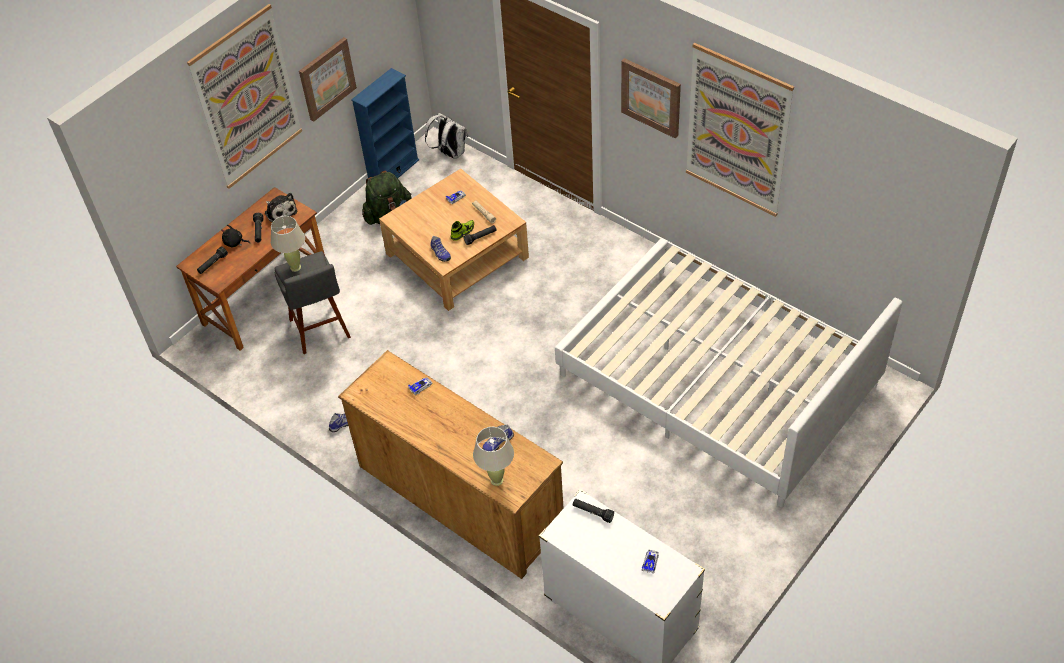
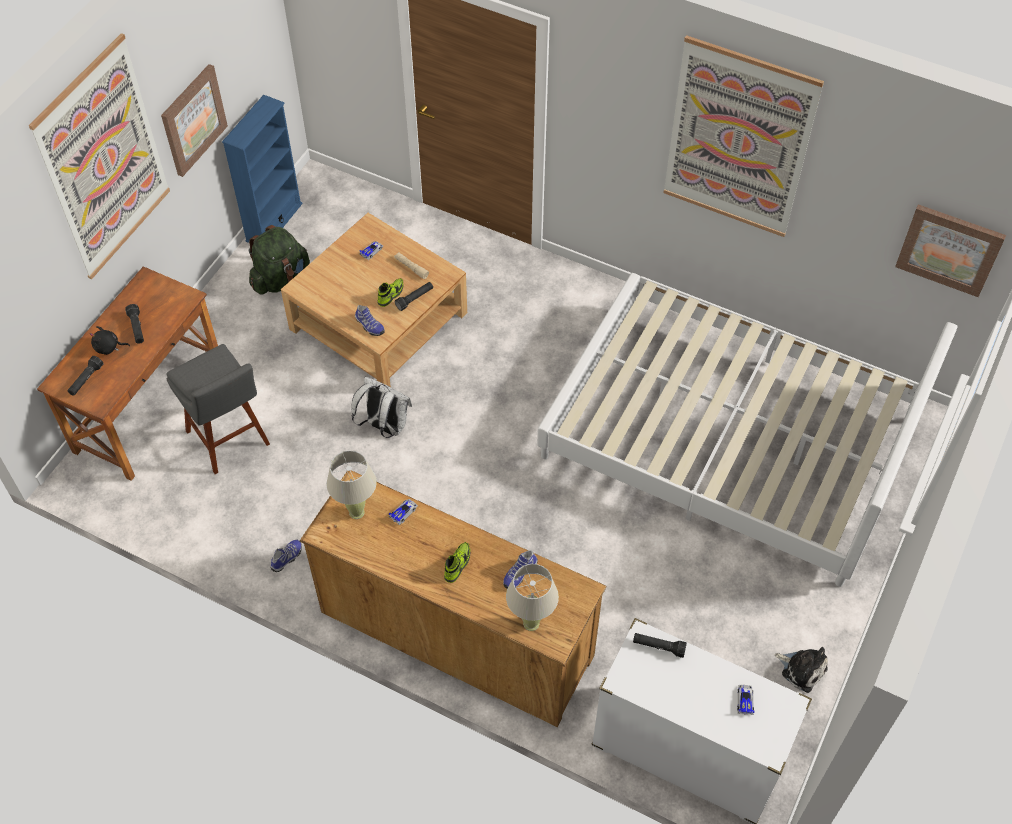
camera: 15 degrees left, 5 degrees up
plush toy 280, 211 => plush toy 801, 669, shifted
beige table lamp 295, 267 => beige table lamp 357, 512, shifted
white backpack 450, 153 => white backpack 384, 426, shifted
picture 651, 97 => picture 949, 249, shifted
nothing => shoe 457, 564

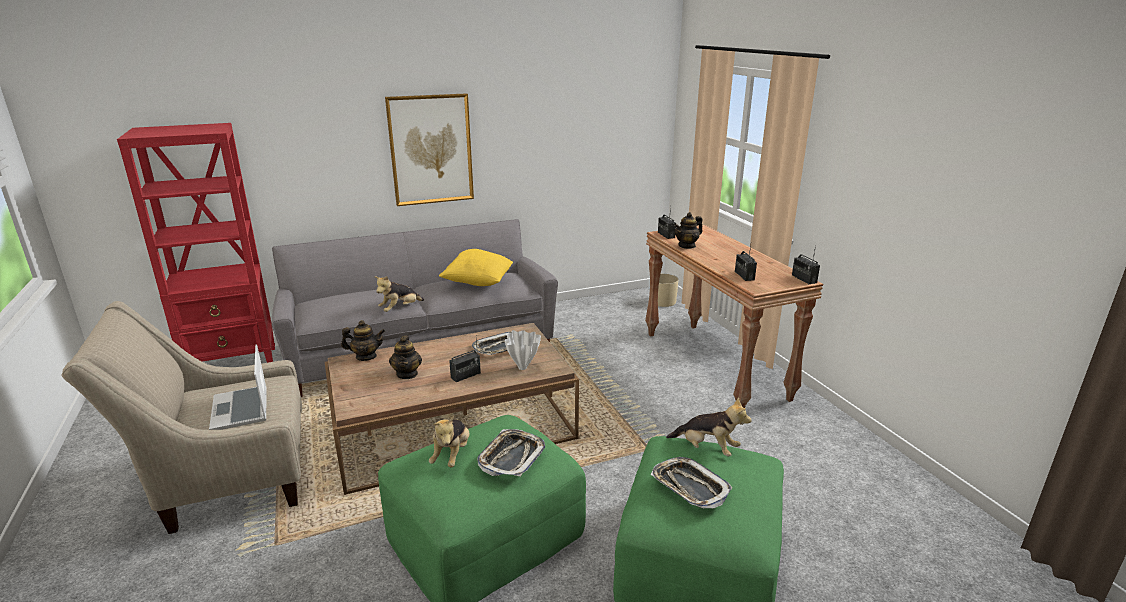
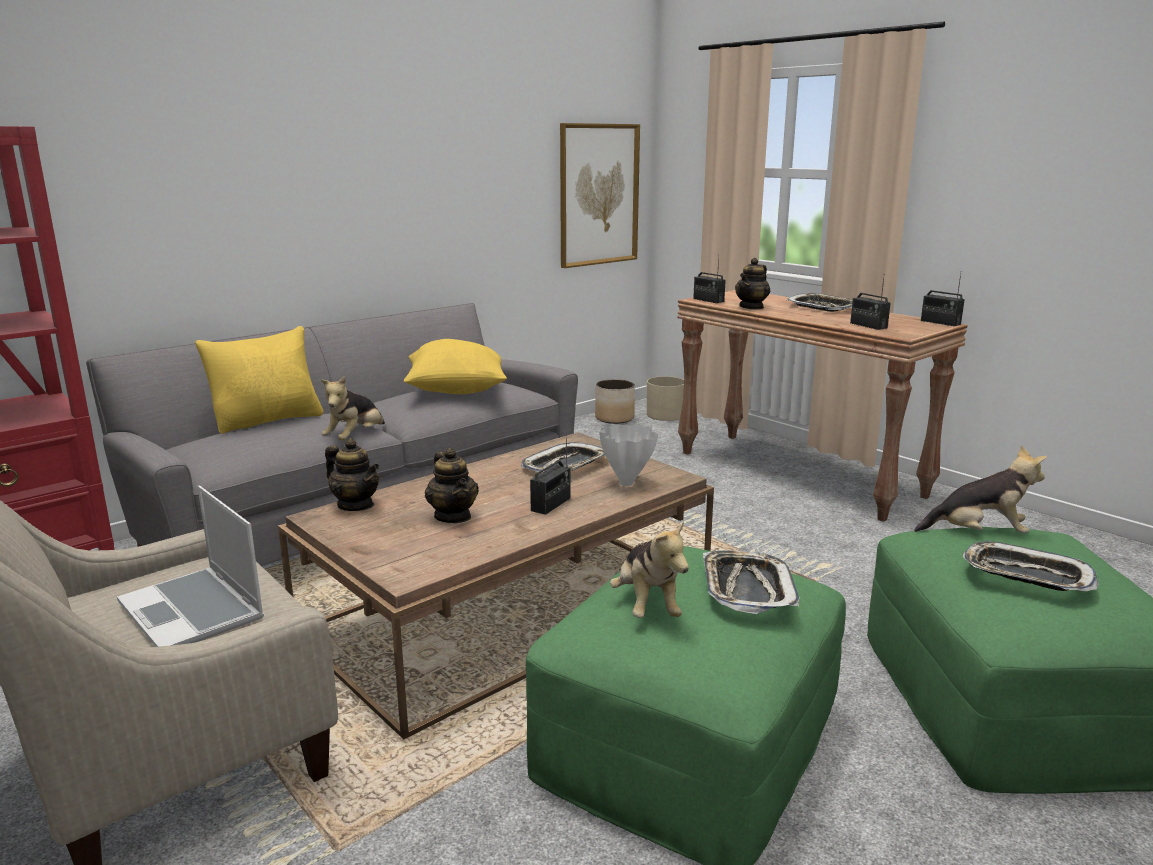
camera: 20 degrees left, 5 degrees down
teapot 366, 356 => teapot 356, 505, 60 degrees clockwise
picture 431, 149 => picture 598, 195, shifted
nothing => yellow pillow 268, 421
nothing => planter 615, 418
nothing => tray 822, 307

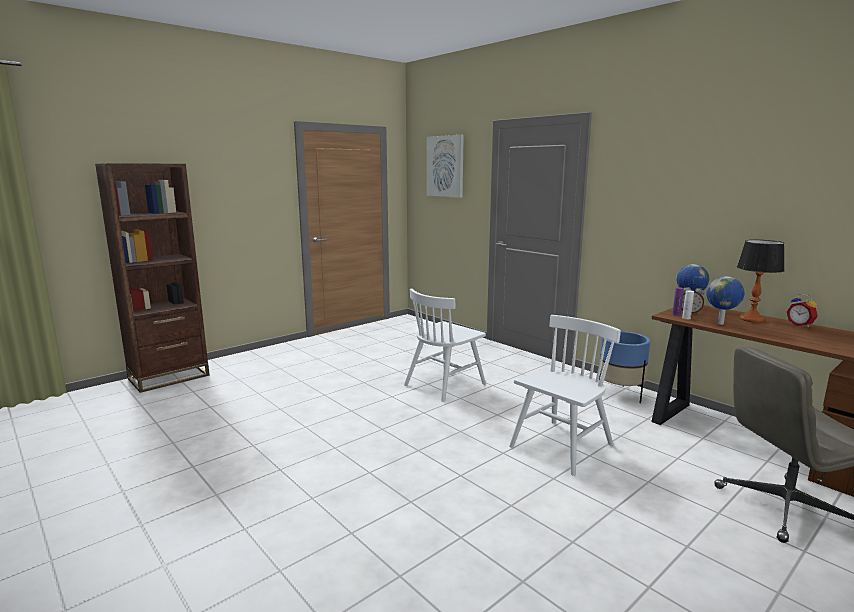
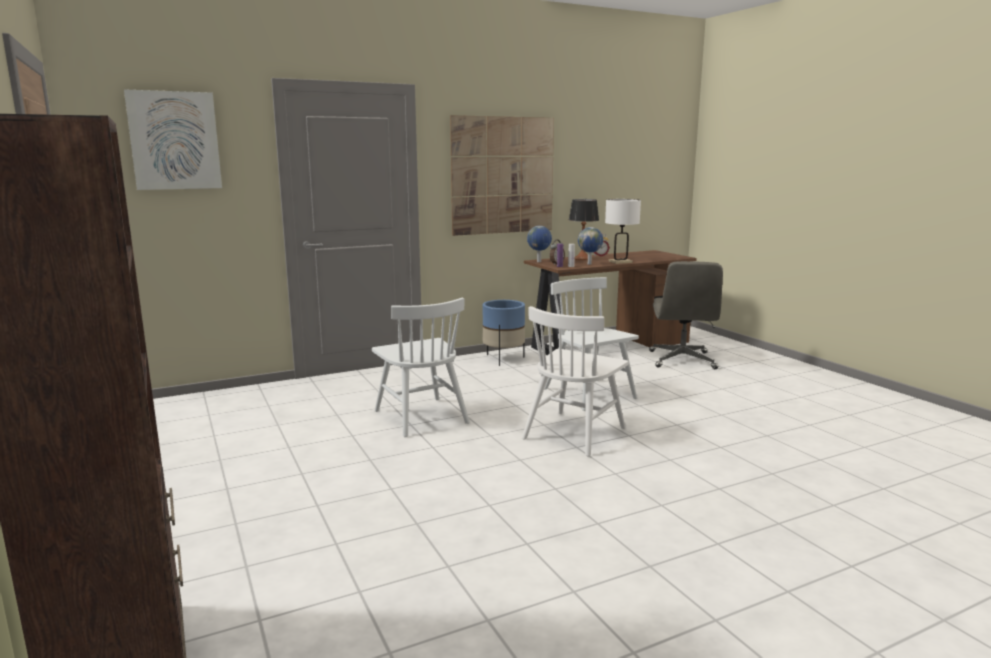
camera: 75 degrees left, 0 degrees up
nothing => picture 503, 175
nothing => white chair 574, 433
nothing => white table lamp 620, 262

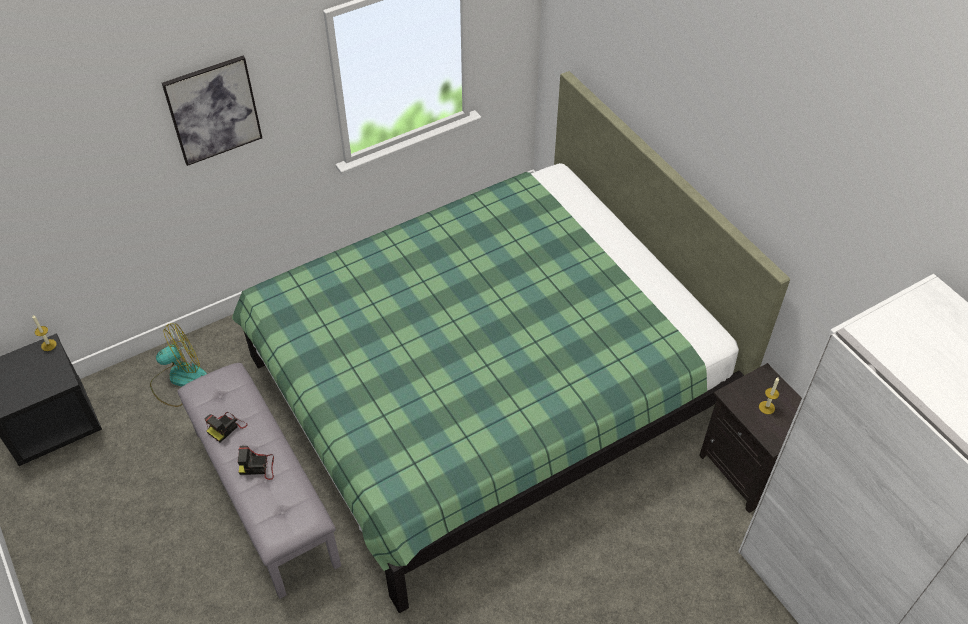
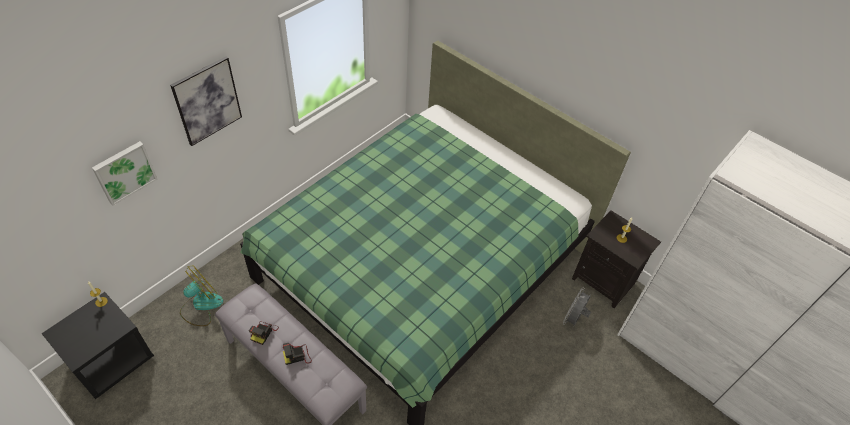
camera: 20 degrees left, 0 degrees up
nothing => picture 124, 172
nothing => grey fan 573, 319

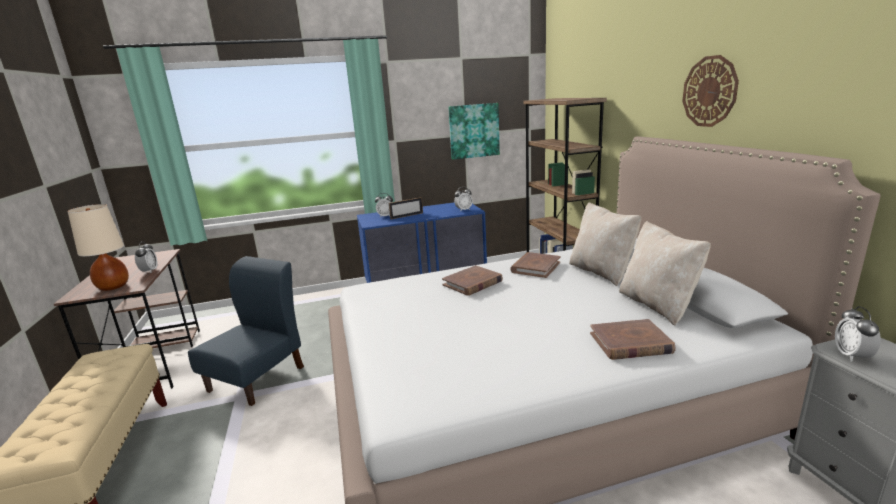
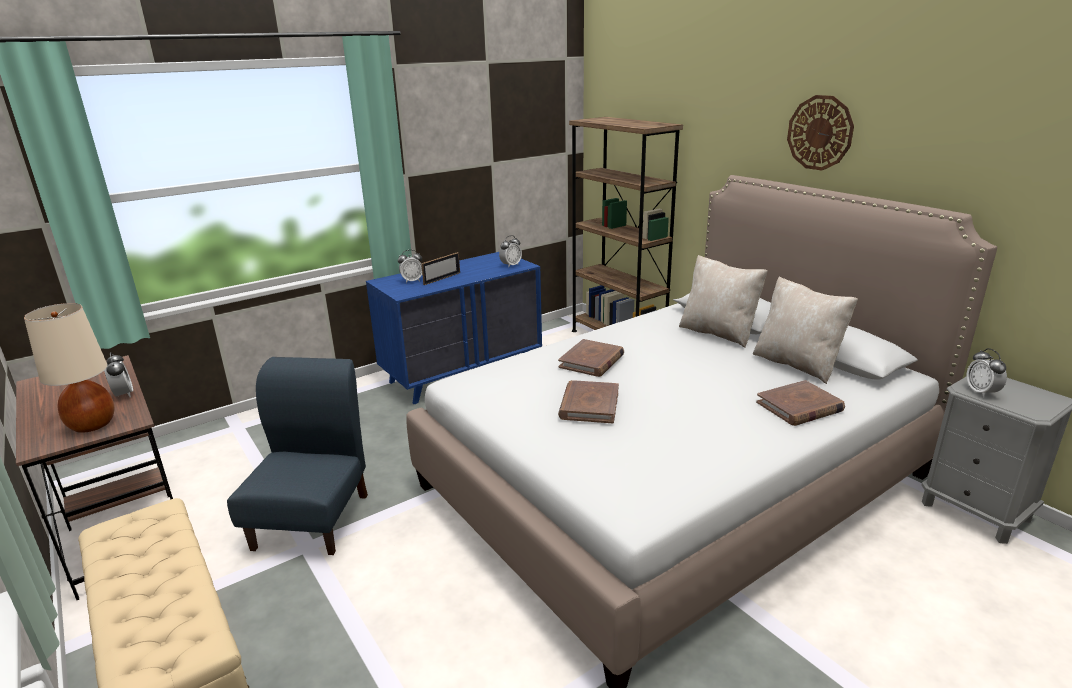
camera: 20 degrees left, 5 degrees up
picture 474, 131 => nothing
brown book 535, 267 => brown book 589, 405, shifted

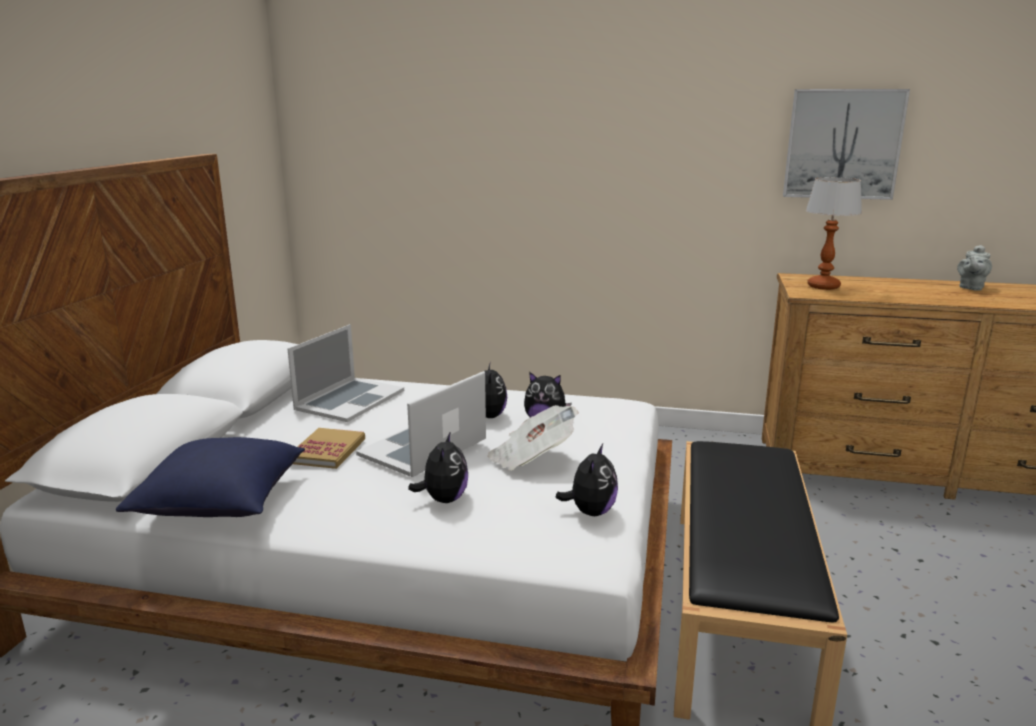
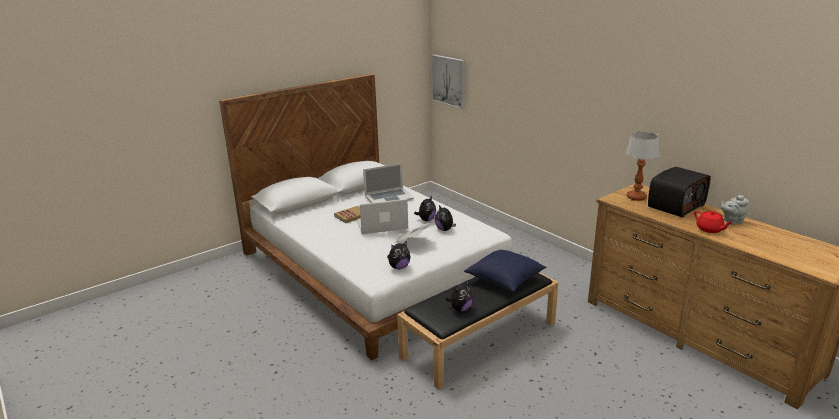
camera: 40 degrees right, 5 degrees up
blue pillow 222, 503 => blue pillow 505, 280, shifted
plush toy 443, 499 => plush toy 460, 309, shifted
picture 843, 144 => picture 448, 81, shifted
nothing => radio 675, 205
nothing => red teapot 709, 229

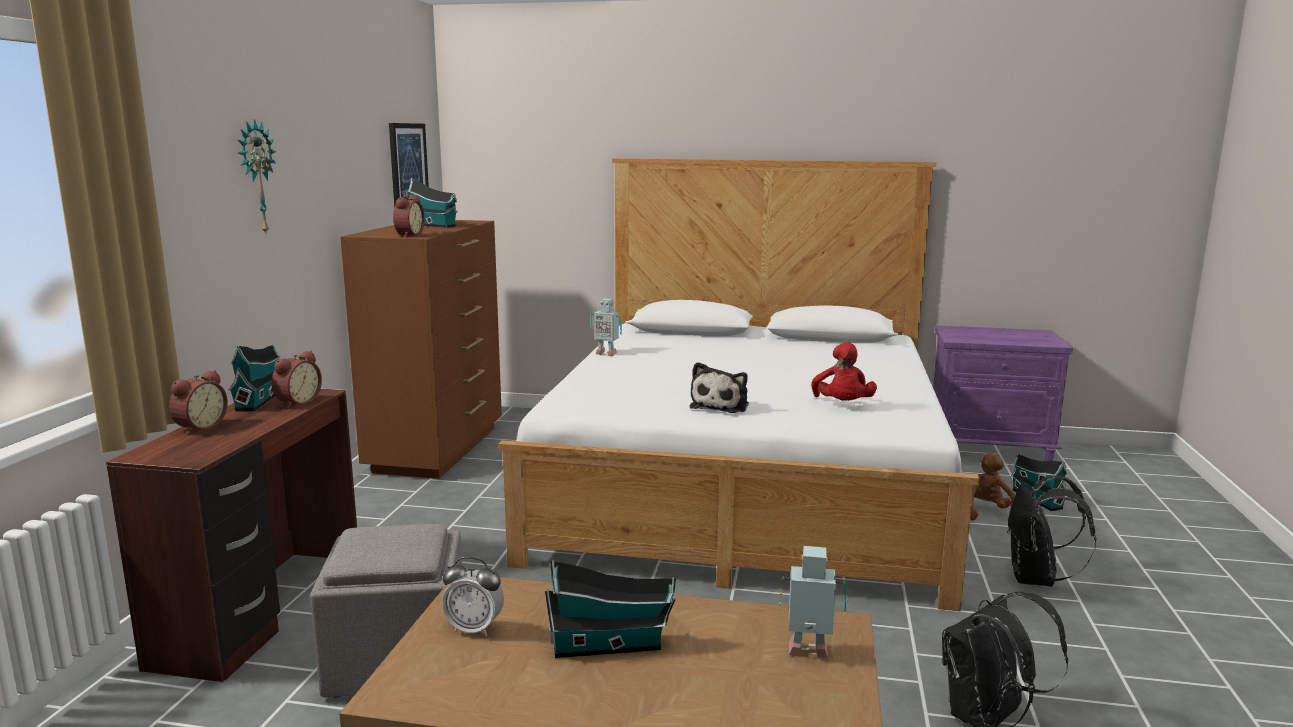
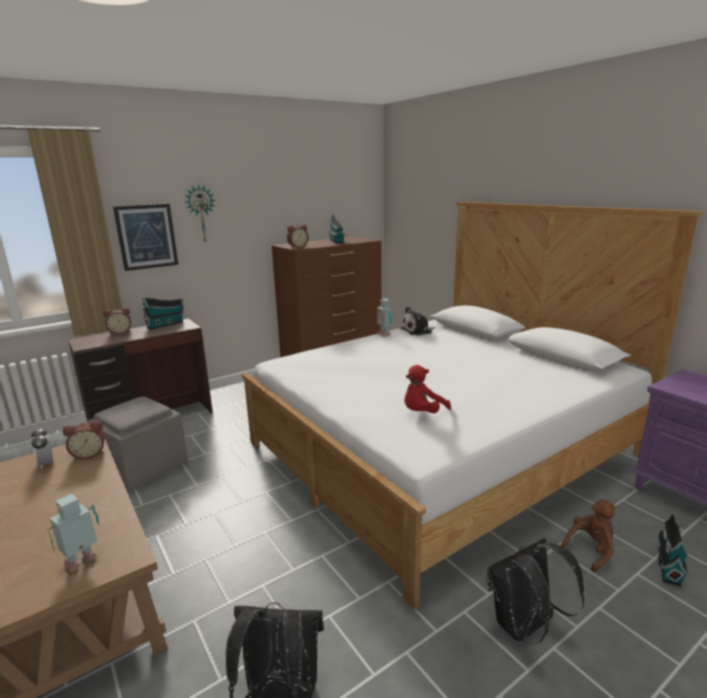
camera: 45 degrees right, 5 degrees up
alarm clock 296, 402 => alarm clock 89, 454, shifted
picture 408, 167 => picture 146, 236, shifted
toy house 611, 646 => nothing
plush toy 721, 405 => plush toy 418, 331, shifted
toy robot 809, 653 => toy robot 83, 561, 105 degrees counterclockwise

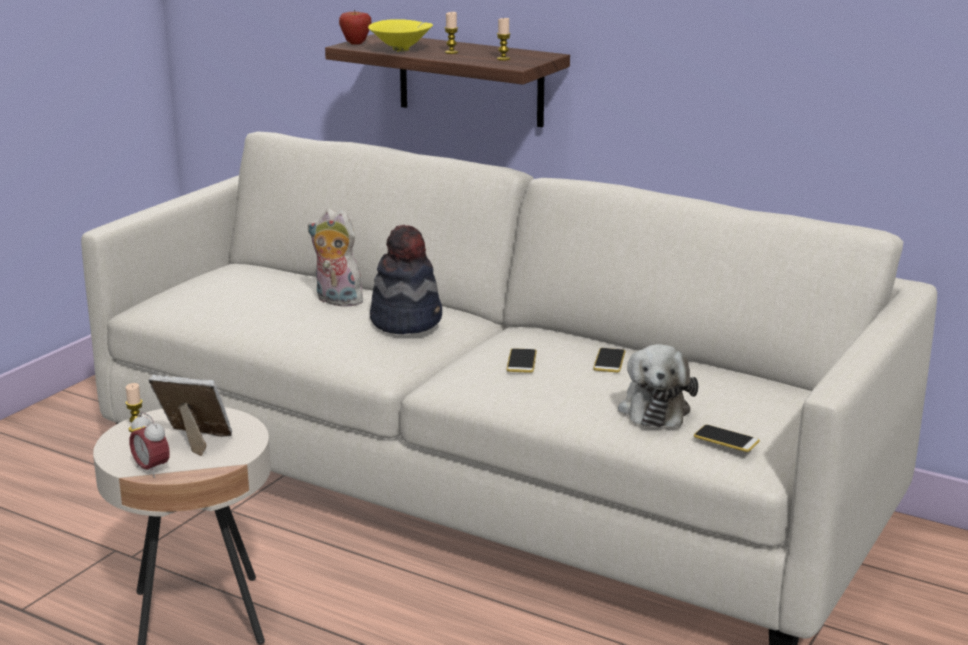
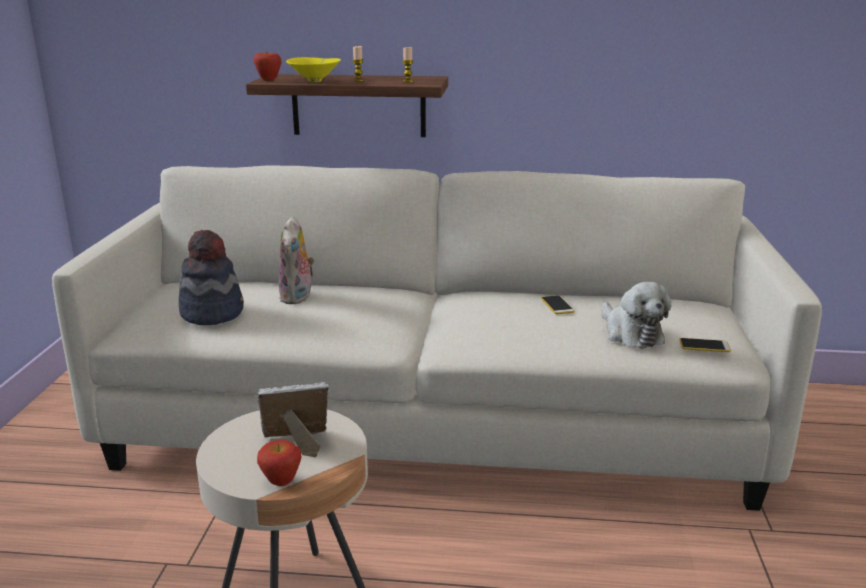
camera: 25 degrees left, 0 degrees up
candle 136, 429 => nothing
alarm clock 151, 469 => apple 281, 483
plush toy 336, 301 => plush toy 298, 297, 90 degrees counterclockwise
hat 406, 321 => hat 212, 313, shifted
phone 521, 361 => nothing

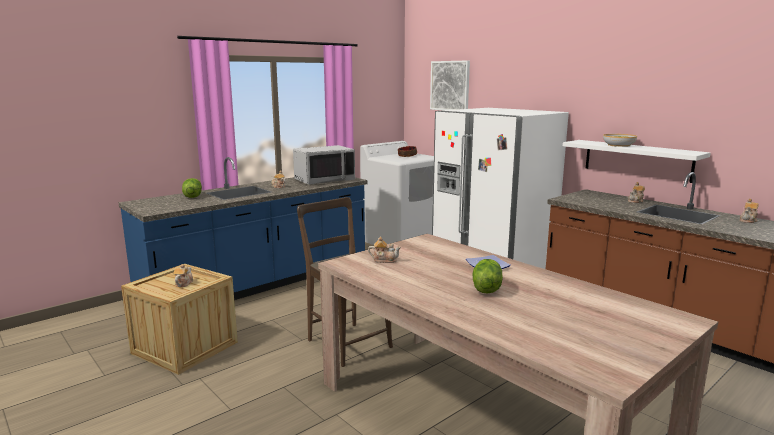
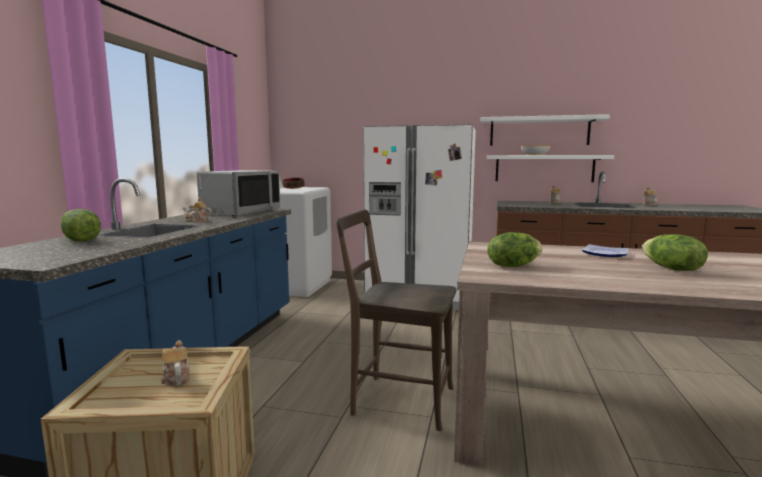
camera: 35 degrees left, 5 degrees down
teapot 384, 260 => lettuce 513, 266
picture 450, 86 => nothing
nothing => white shelf 539, 131

